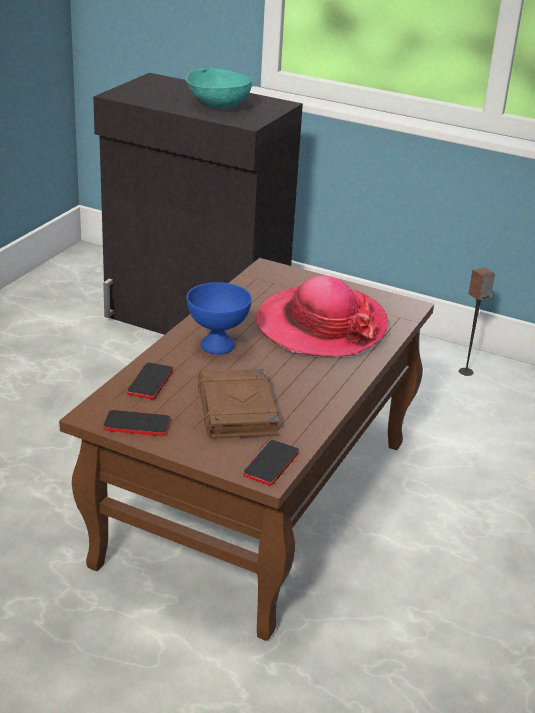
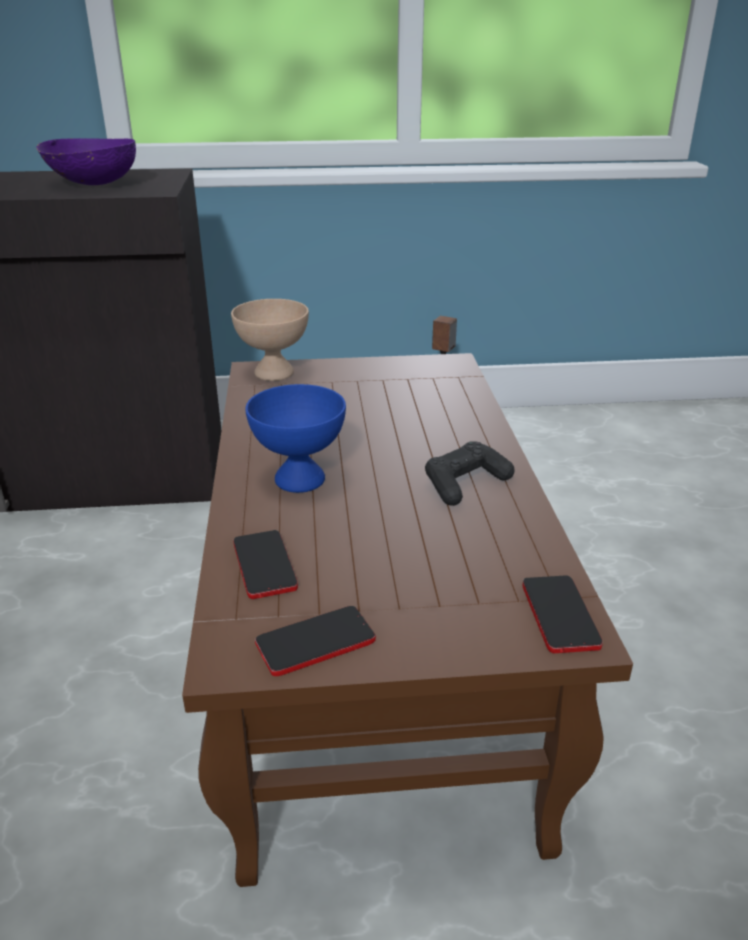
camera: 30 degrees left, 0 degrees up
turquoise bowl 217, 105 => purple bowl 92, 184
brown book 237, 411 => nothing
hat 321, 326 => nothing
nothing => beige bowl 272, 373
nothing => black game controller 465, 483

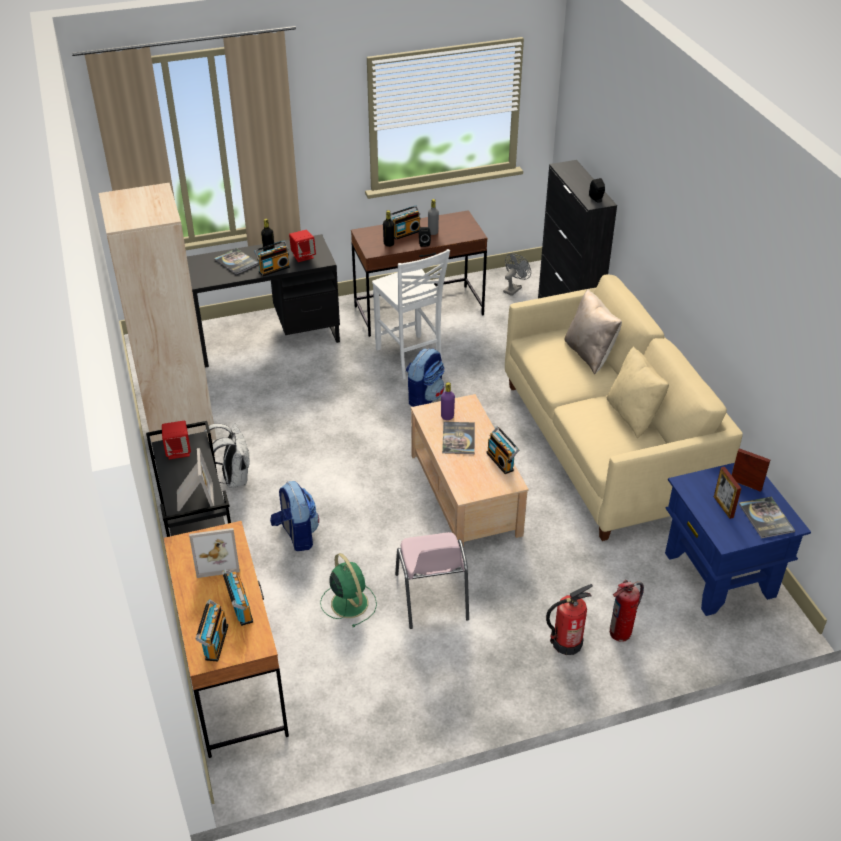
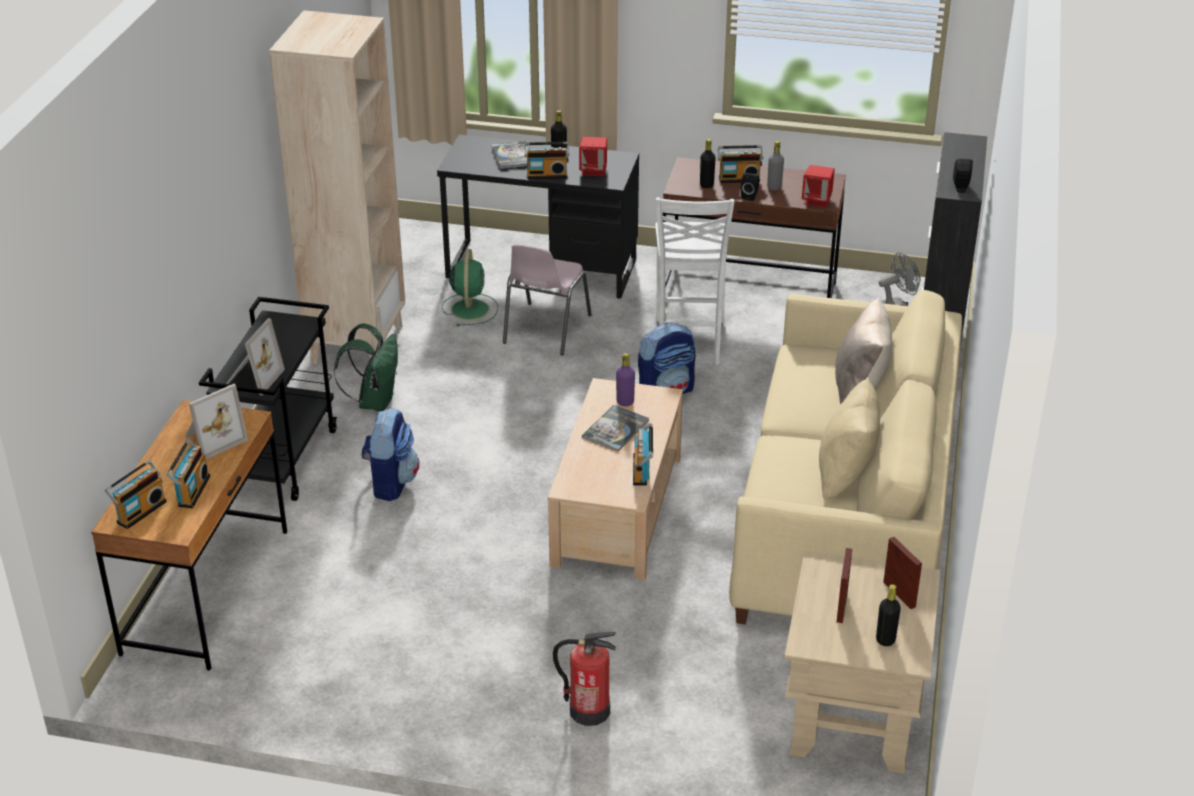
camera: 30 degrees right, 5 degrees down
red speaker 178, 451 => red speaker 817, 201, shifted
picture frame 217, 559 => picture frame 213, 439, 60 degrees counterclockwise
white backpack 233, 478 => green backpack 375, 401
green fan 348, 602 => green fan 470, 308, shifted
pink chair 432, 598 => pink chair 545, 330, shifted
fire extinguisher 621, 633 => nothing
blue side table 719, 575 => beige side table 851, 718
book 766, 518 => black bottle 885, 639

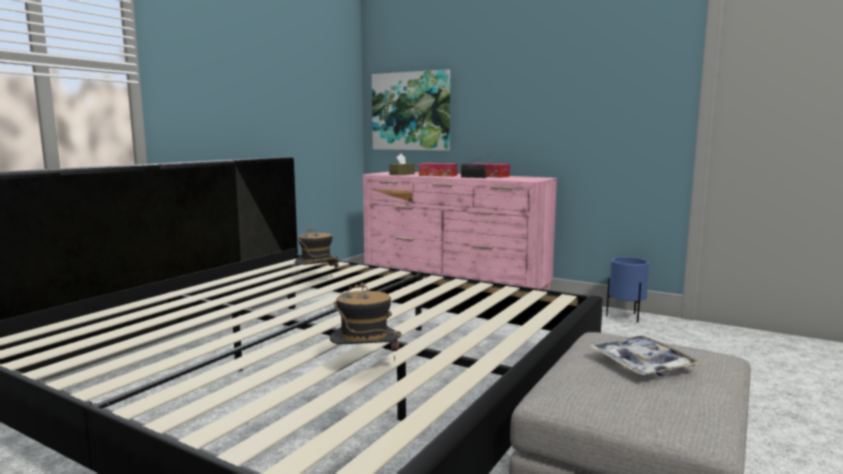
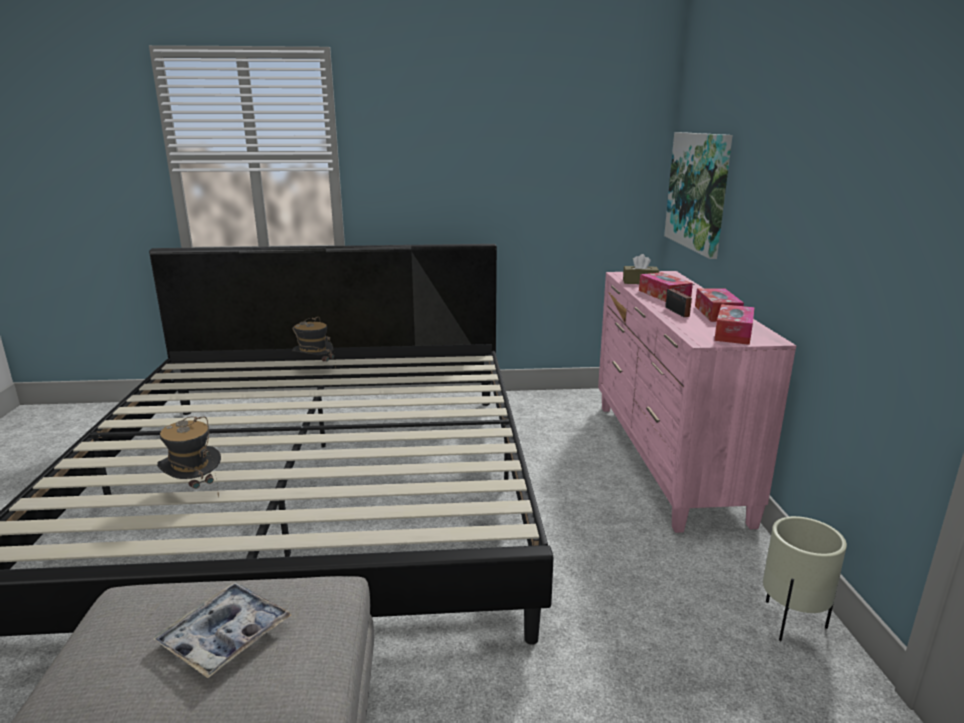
camera: 55 degrees right, 10 degrees up
hat 317, 281 => hat 314, 369, shifted
blue planter 626, 318 => beige planter 791, 624
nothing => tissue box 733, 333

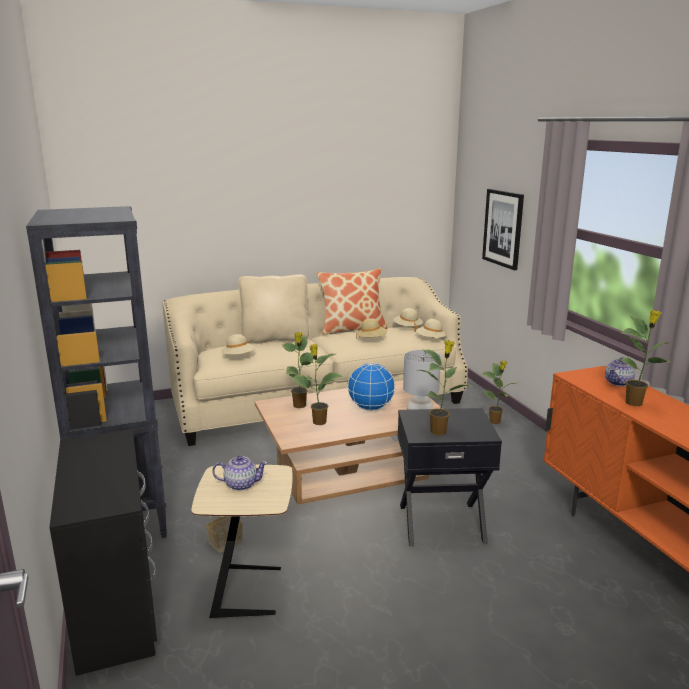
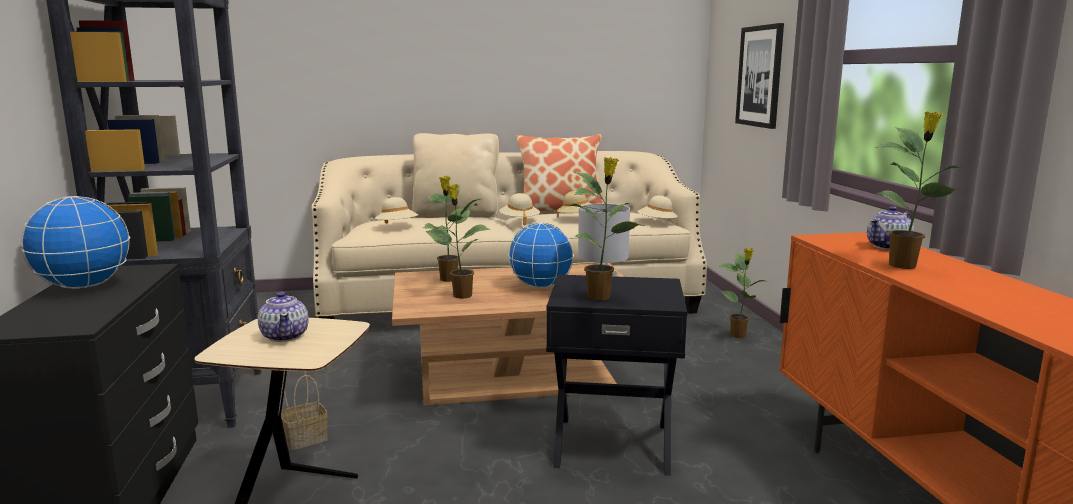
camera: 10 degrees right, 5 degrees down
teapot 240, 484 => teapot 285, 336, 60 degrees clockwise
beige hat 407, 328 => beige hat 519, 221, shifted
nothing => globe 84, 286

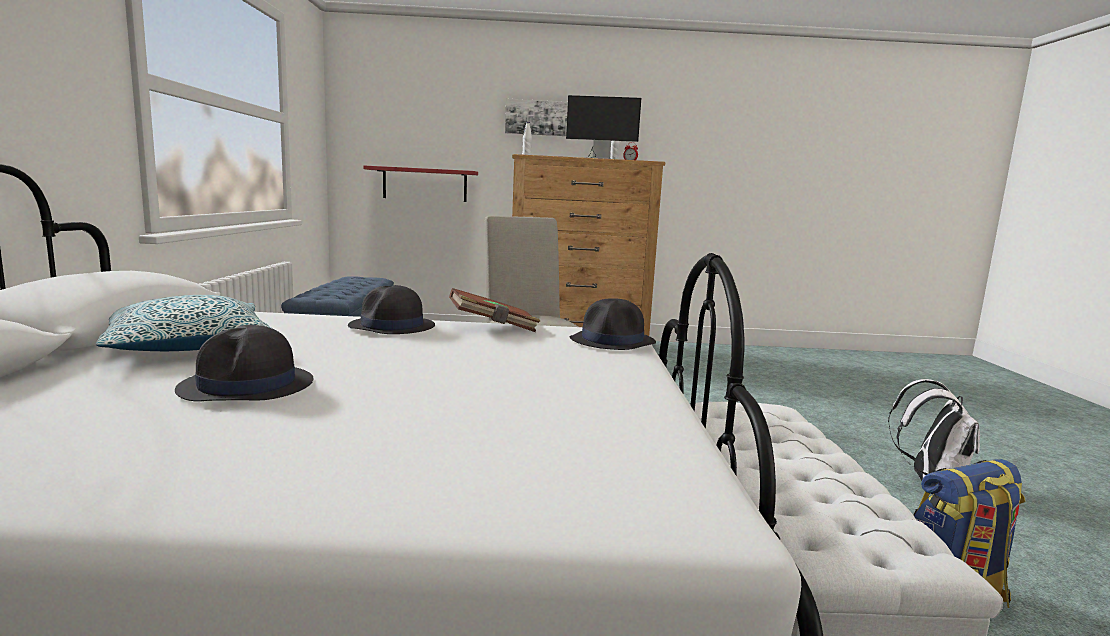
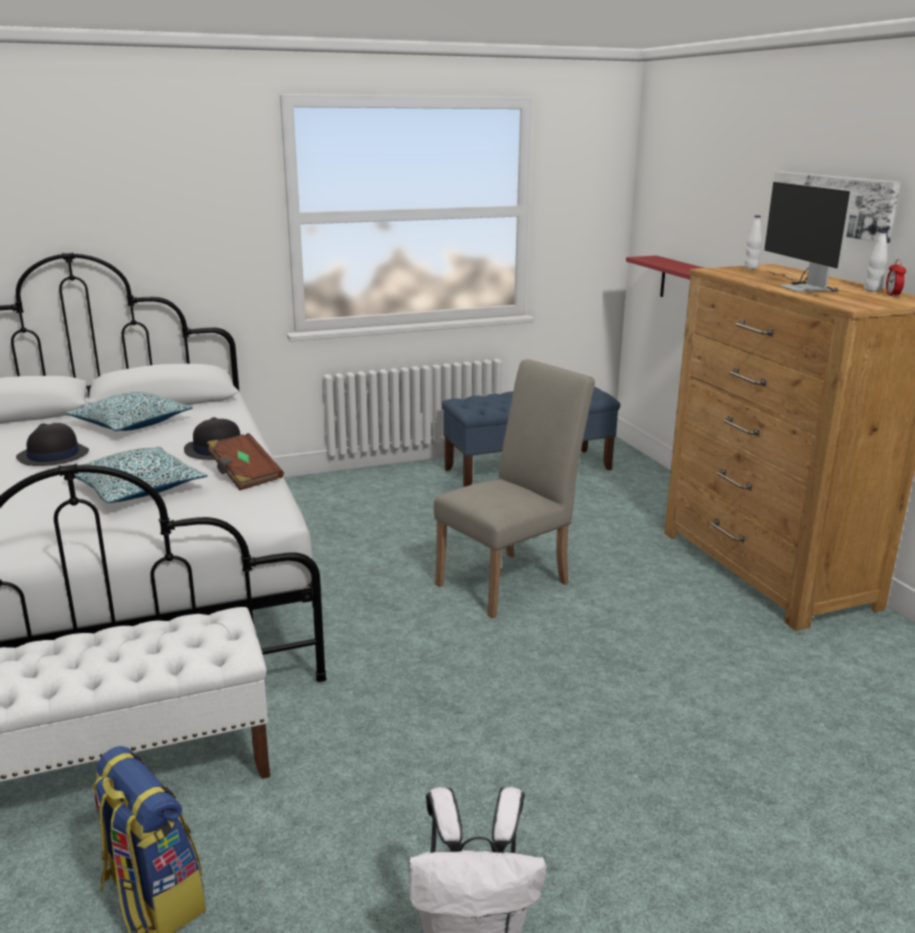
camera: 70 degrees right, 10 degrees up
black hat 613, 341 => nothing
nothing => pillow 137, 489

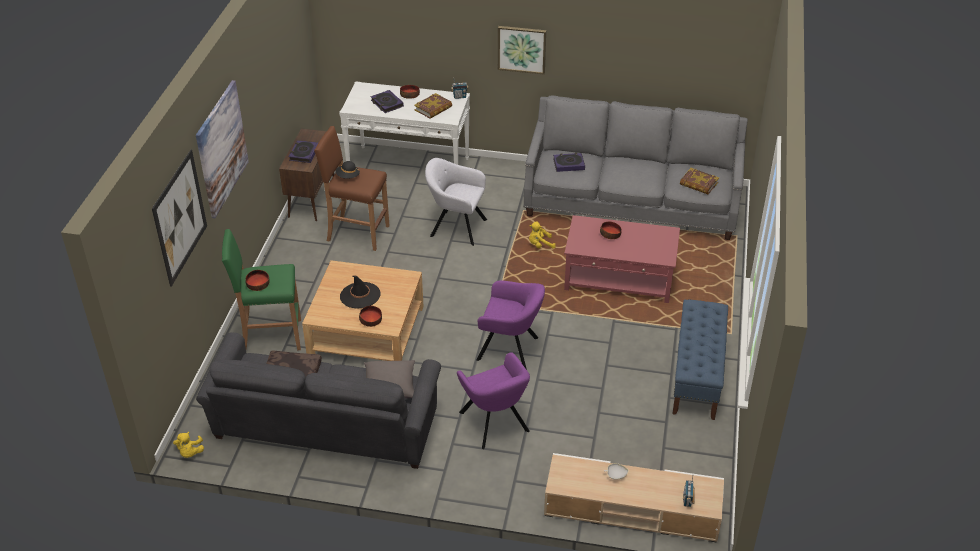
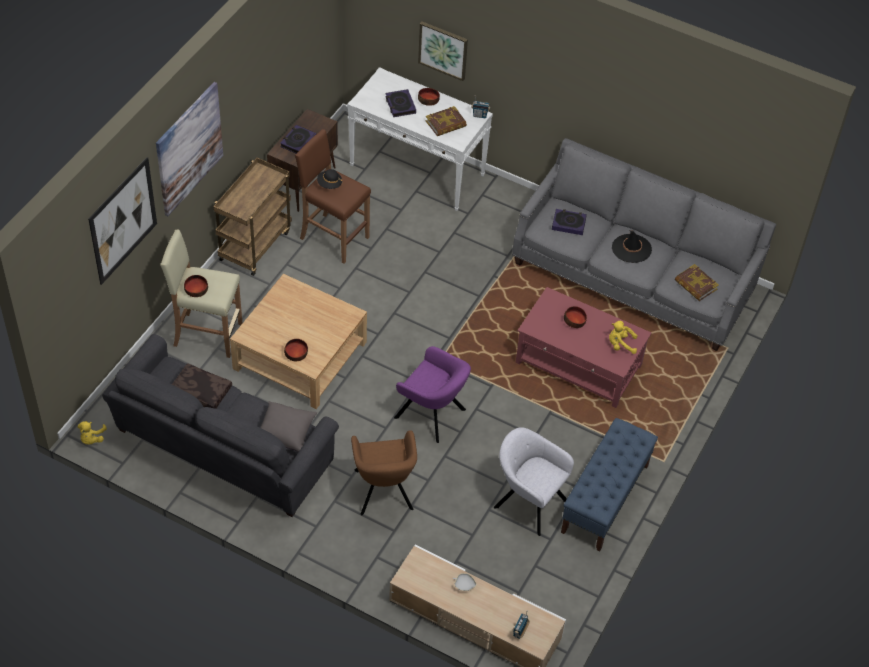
camera: 15 degrees right, 10 degrees up
green stool 271, 336 => beige stool 207, 334
black hat 360, 295 => black hat 631, 248, shifted
grey armchair 456, 227 => grey armchair 528, 502, shifted
purple armchair 495, 424 => brown armchair 384, 492
picture 521, 49 => picture 443, 50, shifted
yellow plush toy 540, 245 => yellow plush toy 620, 344, shifted
nothing => brown cart 255, 244

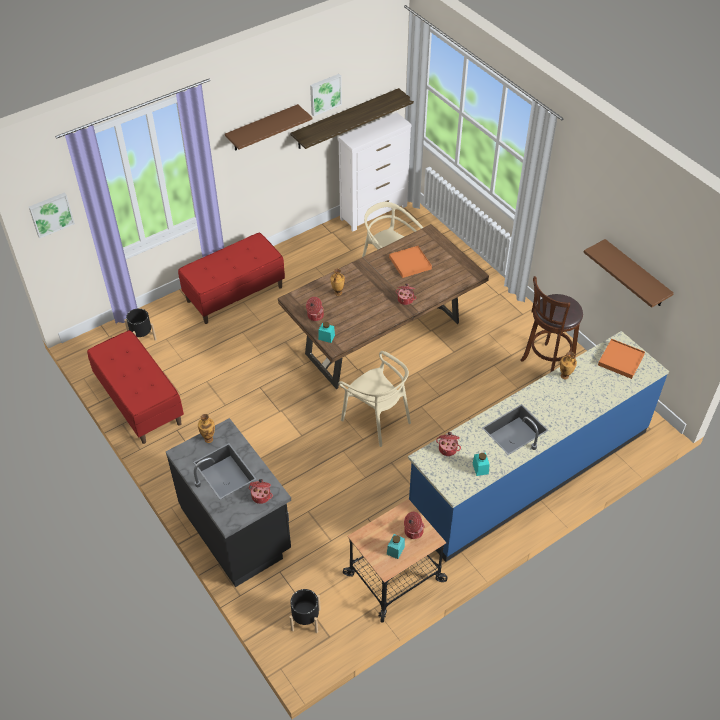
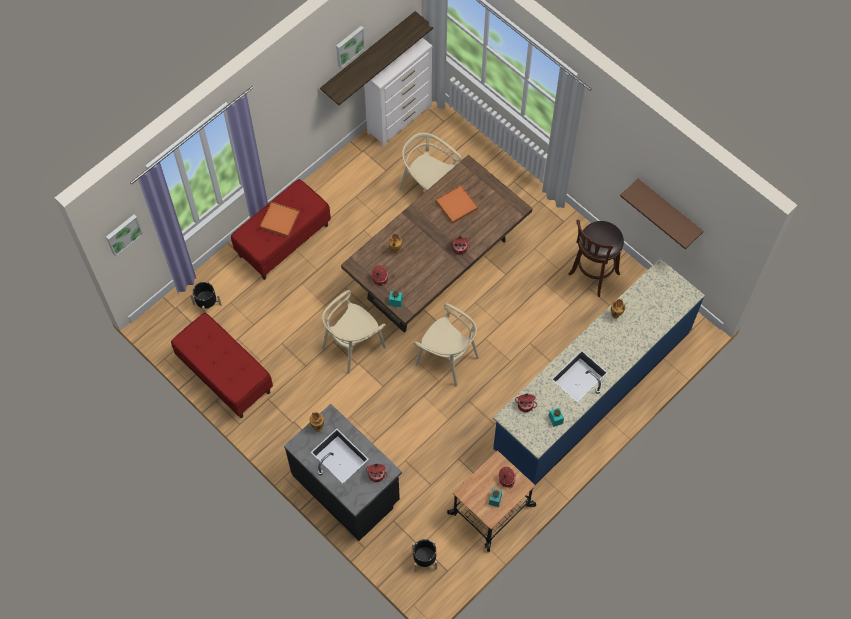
camera: 10 degrees left, 15 degrees up
brown shelf 262, 128 => nothing
orange tray 620, 360 => orange tray 279, 220, shifted
nothing => beige chair 353, 345

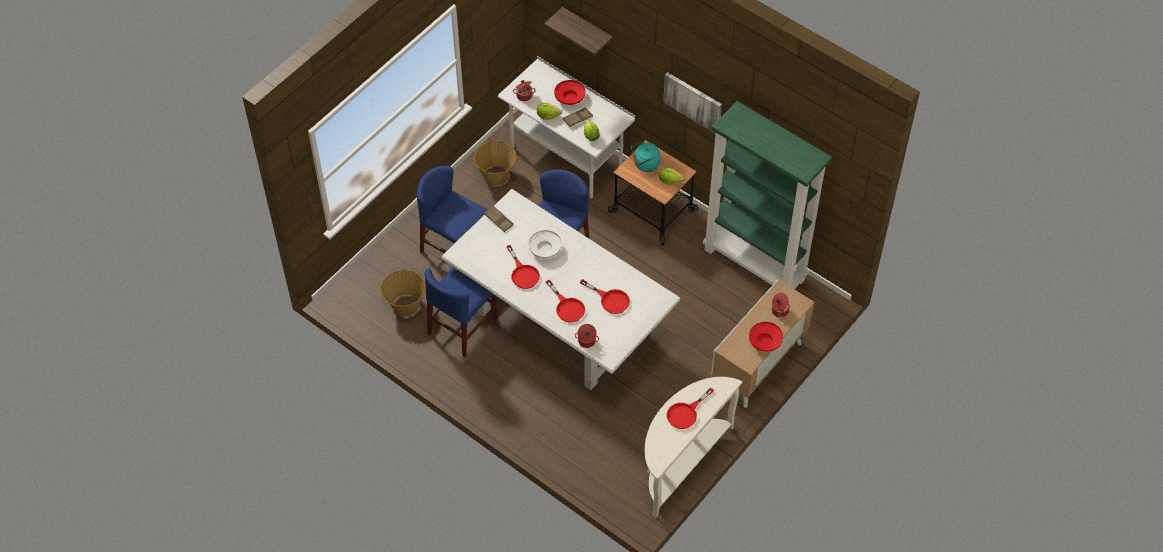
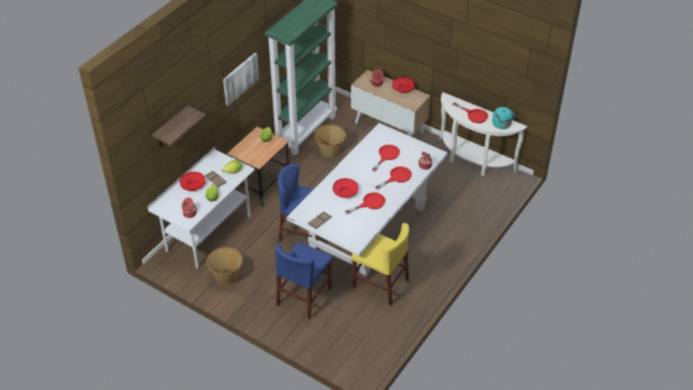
camera: 95 degrees left, 10 degrees down
basket 405, 305 => basket 330, 151, shifted
blue chair 463, 327 => yellow chair 380, 284
white bowl 545, 249 => red bowl 345, 193
turquoise kettle 645, 165 => turquoise kettle 502, 125, shifted

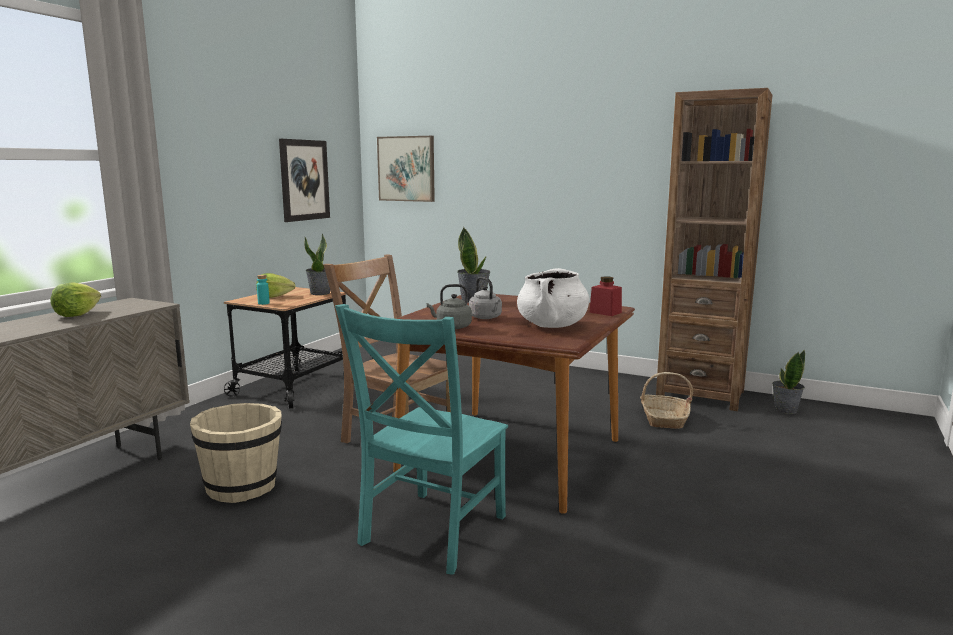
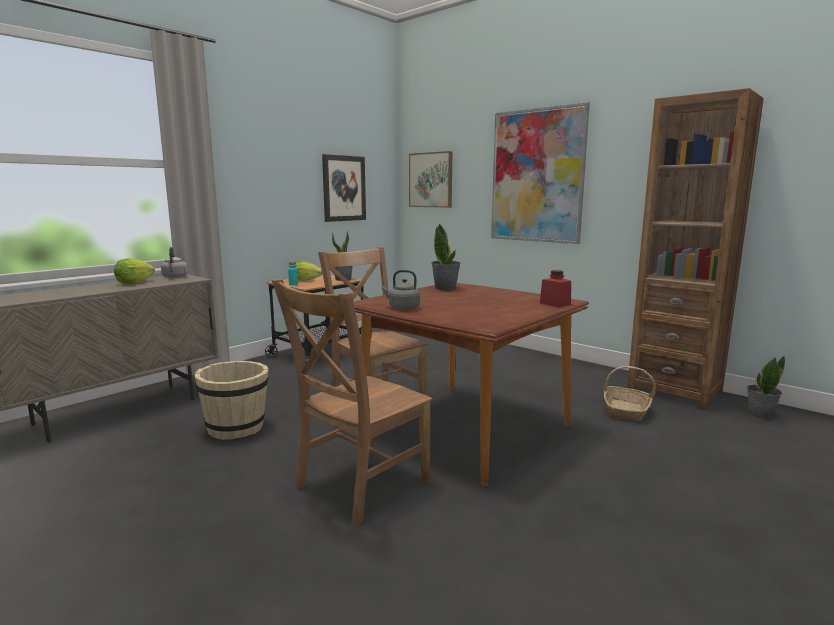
camera: 15 degrees right, 0 degrees up
turquoise chair 430, 533 => brown chair 358, 486
grey kettle 486, 318 => grey kettle 174, 277, shifted
white cooking pot 552, 326 => nothing
nothing => picture 537, 176

